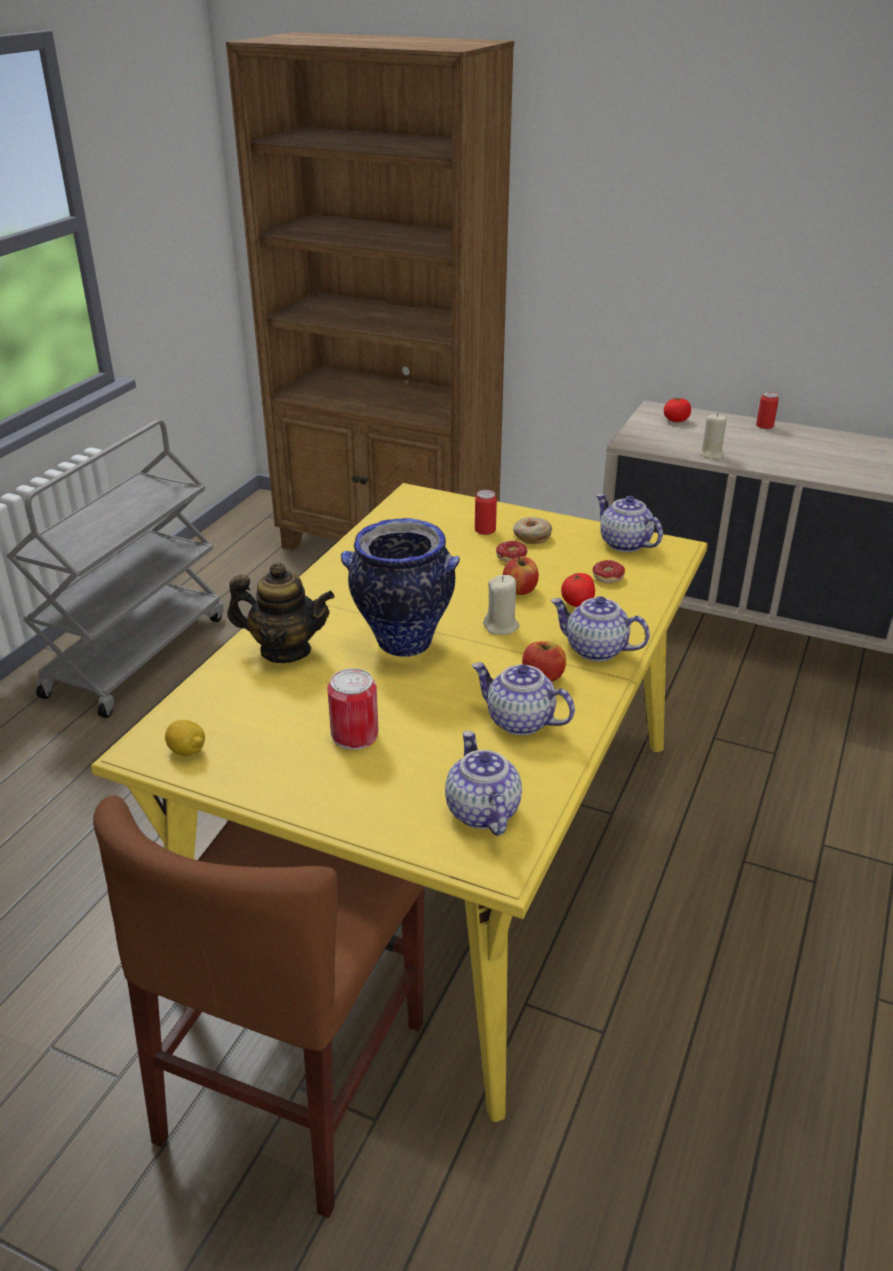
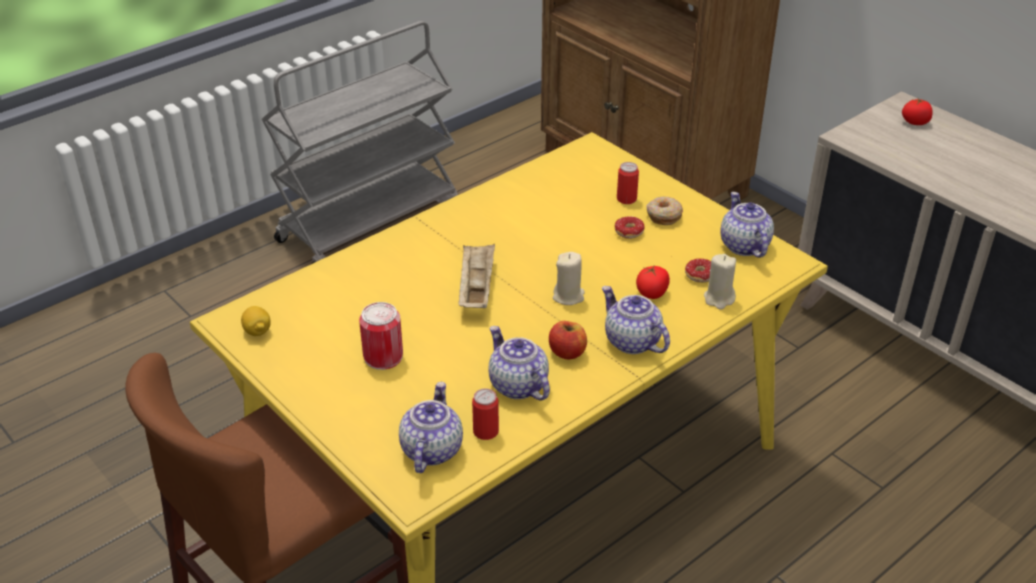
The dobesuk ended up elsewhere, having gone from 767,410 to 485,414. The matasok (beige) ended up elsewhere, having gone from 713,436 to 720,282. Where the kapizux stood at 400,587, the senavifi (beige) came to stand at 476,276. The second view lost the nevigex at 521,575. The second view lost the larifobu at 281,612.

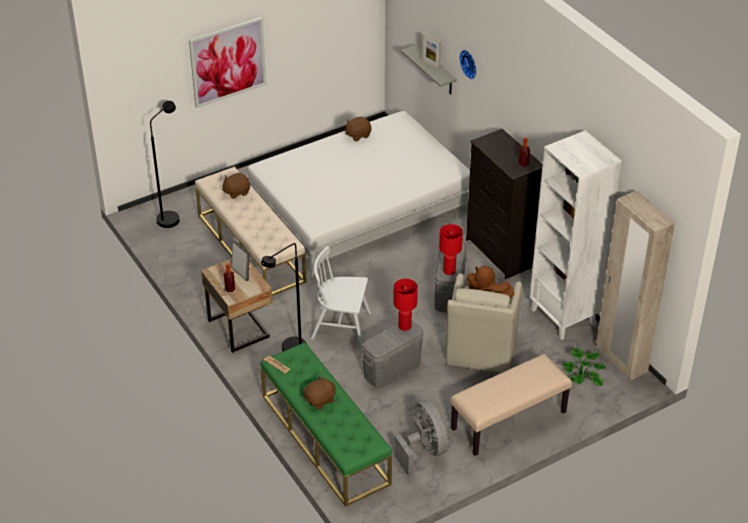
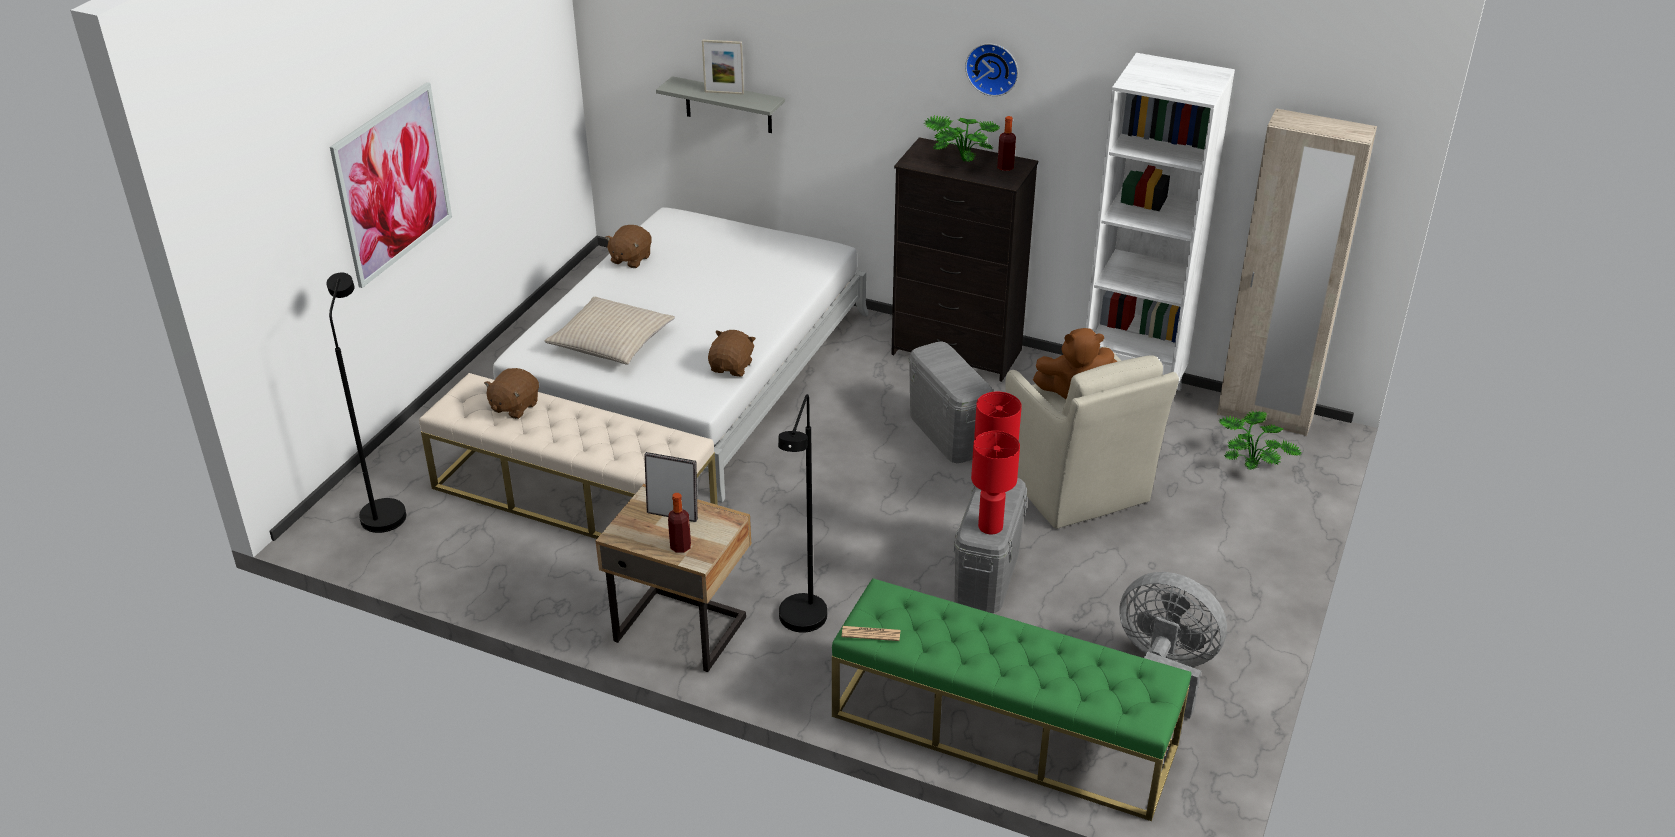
The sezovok ended up elsewhere, having gone from 468,64 to 991,69. The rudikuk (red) ended up elsewhere, having gone from 451,249 to 995,482. The second view lost the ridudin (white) at 341,296. The second view lost the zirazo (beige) at 511,405. The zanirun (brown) ended up elsewhere, having gone from 320,392 to 732,353. The second view gained the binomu at 962,138. The second view gained the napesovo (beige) at 609,331.

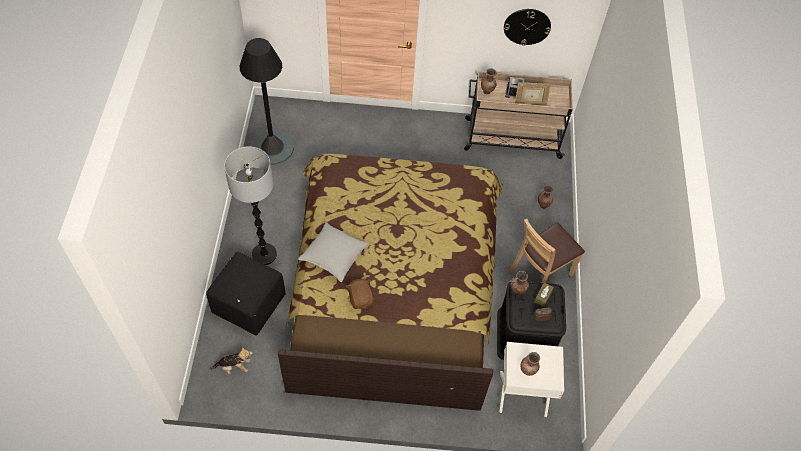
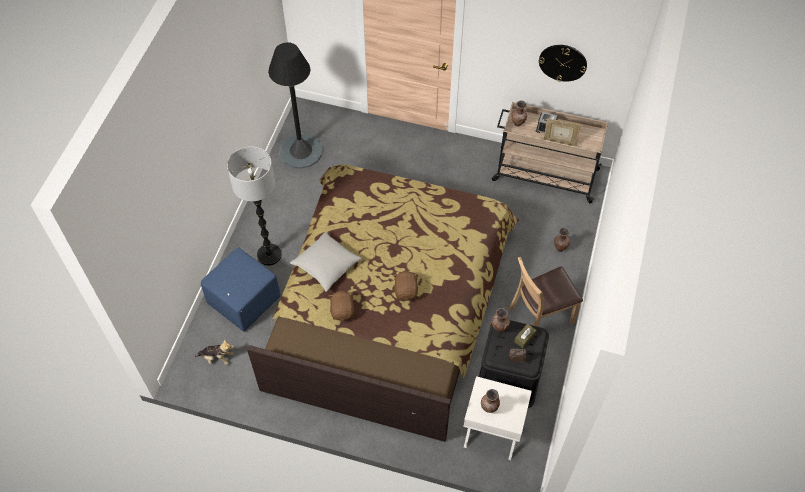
What was the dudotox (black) at 246,294 turned into the dudotox (blue) at 241,290. The second view gained the zanirun (brown) at 406,286.

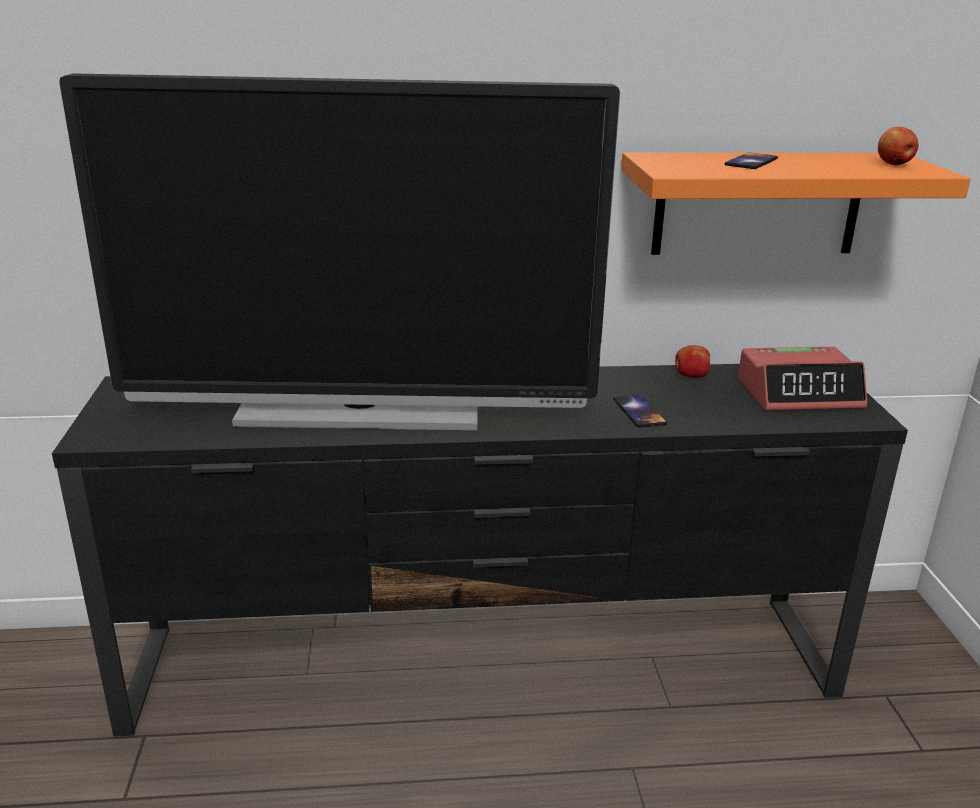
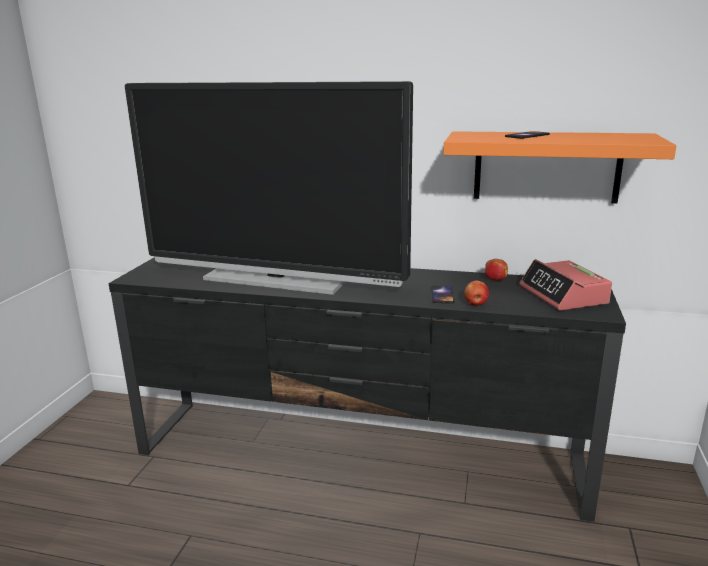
The nevigex ended up elsewhere, having gone from 898,146 to 476,293. The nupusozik at 802,379 ended up facing another way, 60 degrees clockwise from before.

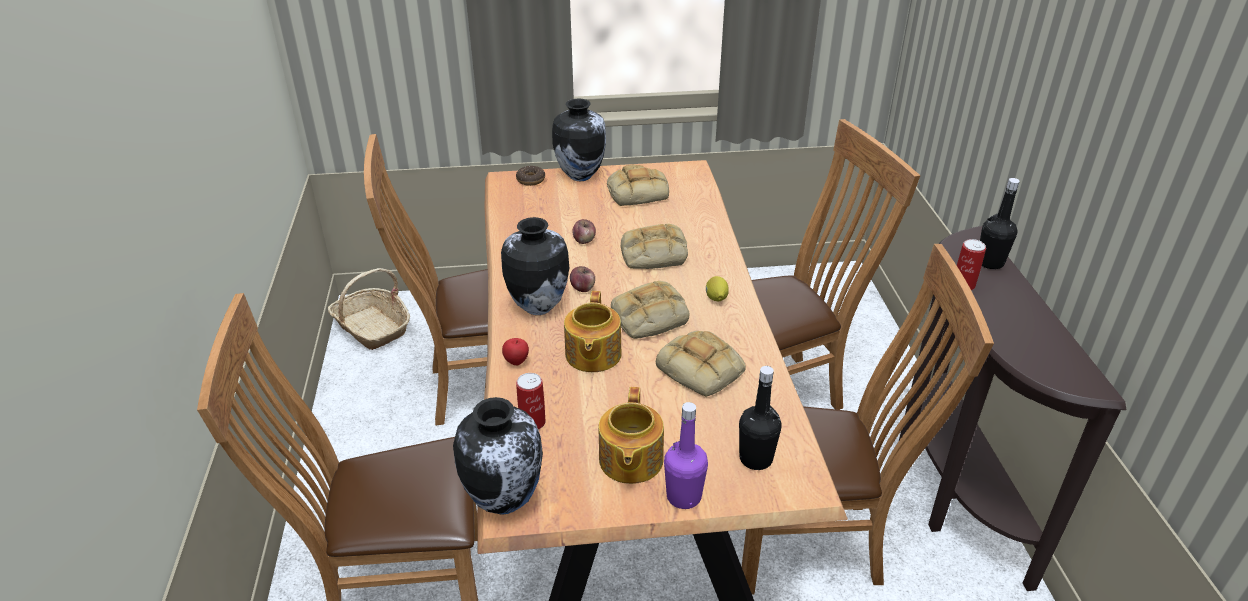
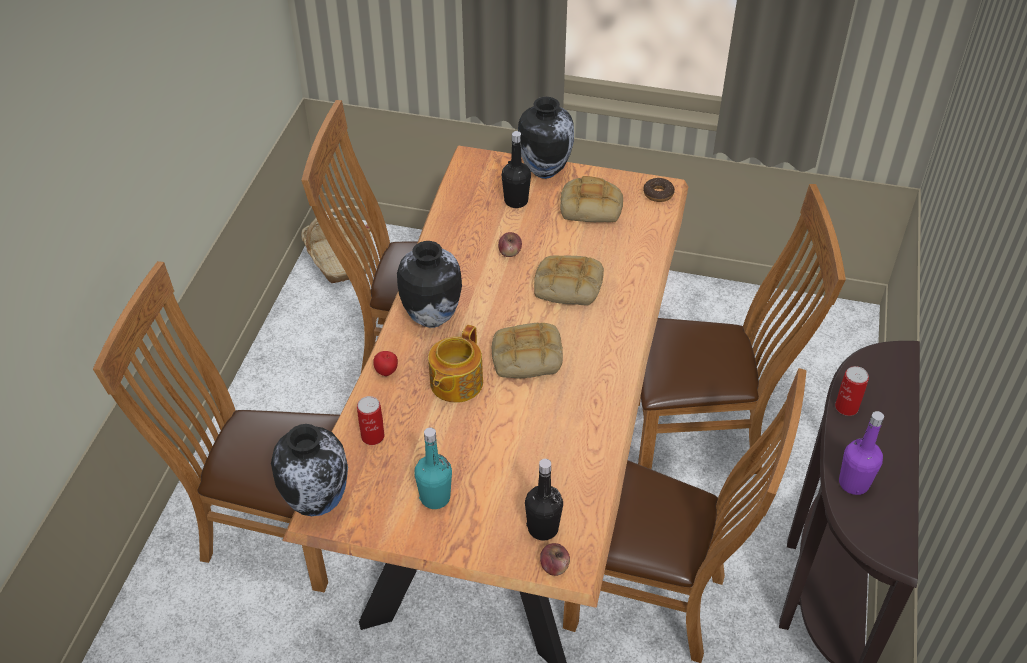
The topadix ended up elsewhere, having gone from 530,176 to 659,190. The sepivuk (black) ended up elsewhere, having gone from 1000,223 to 516,169. The nevigex ended up elsewhere, having gone from 582,279 to 555,559. The second view lost the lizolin at 717,288. The second view lost the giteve at 701,364. Where the larifobu stood at 631,435, the sepivuk (turquoise) came to stand at 433,468. The sepivuk (purple) ended up elsewhere, having gone from 686,455 to 861,453.

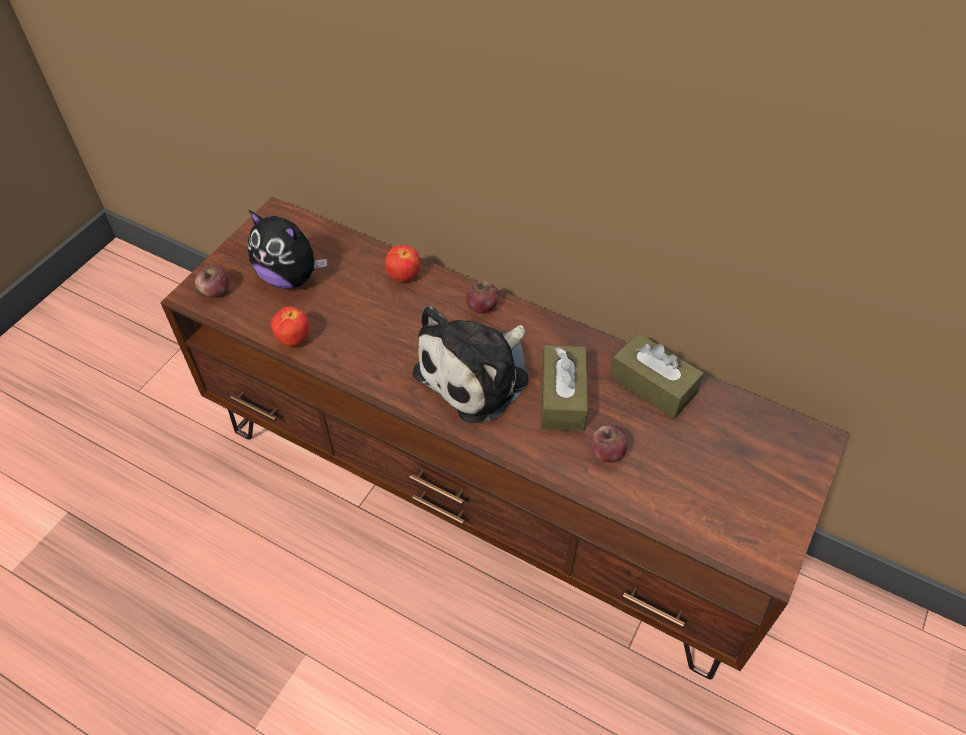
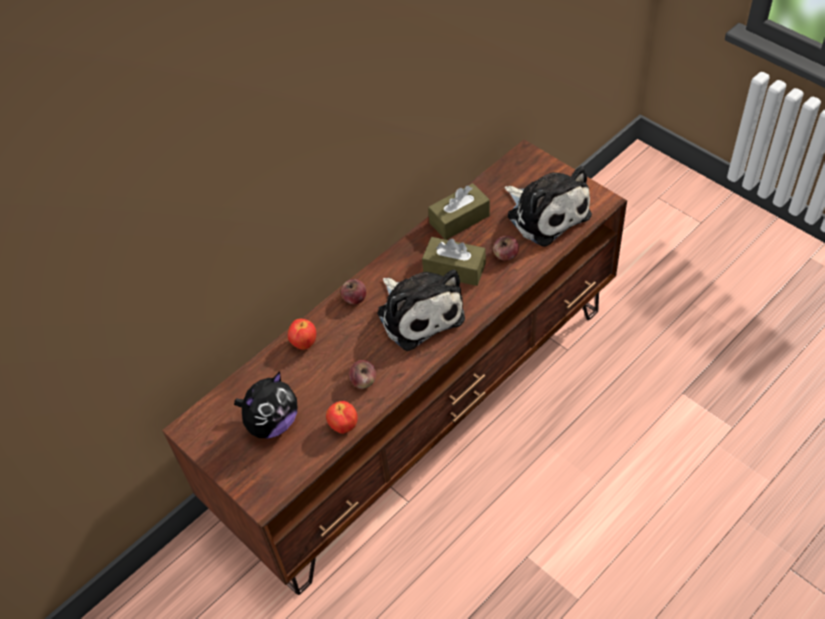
The nevigex ended up elsewhere, having gone from 212,281 to 362,374. The second view gained the zanirun at 548,206.

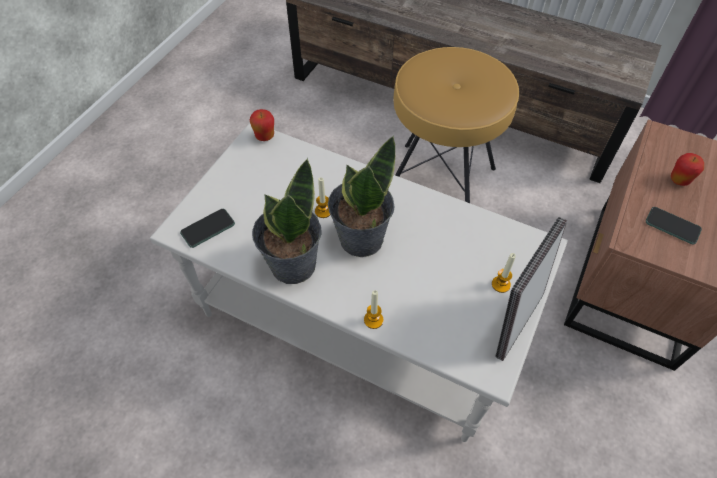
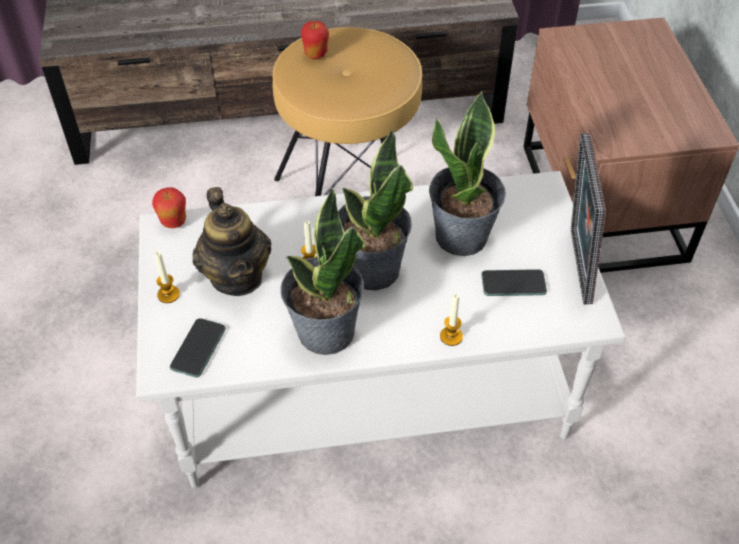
The nevigex ended up elsewhere, having gone from 687,169 to 315,40. The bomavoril ended up elsewhere, having gone from 674,226 to 514,282. The matasok ended up elsewhere, having gone from 504,273 to 167,277. The second view gained the binomu at 467,173. The second view gained the larifobu at 232,241.

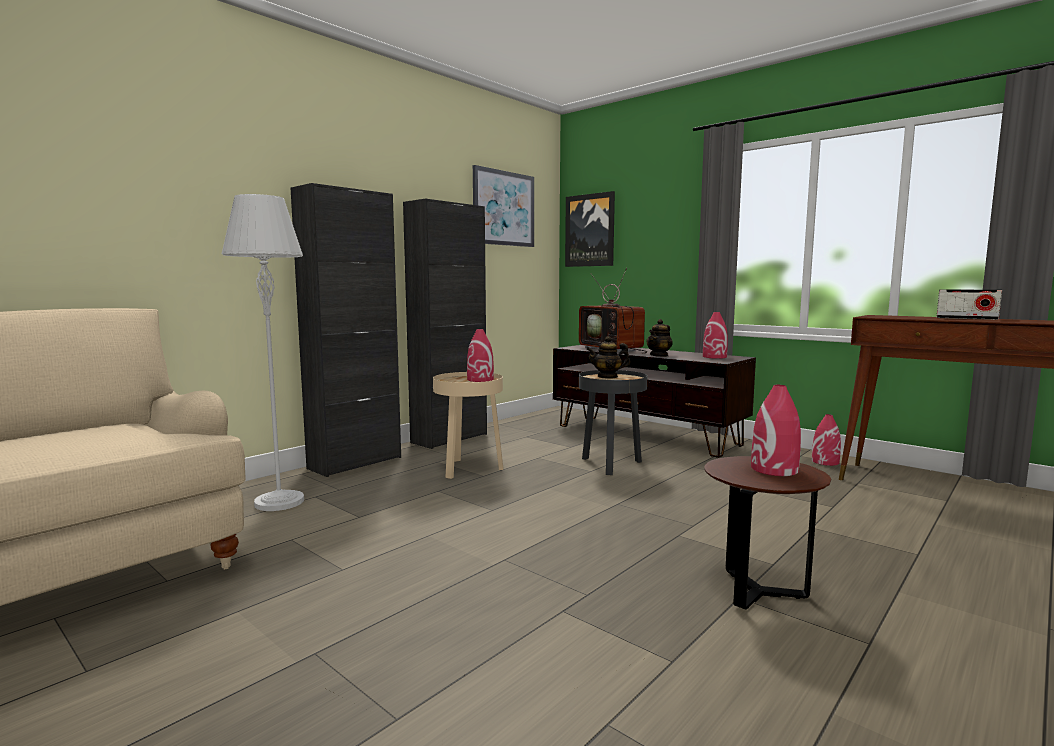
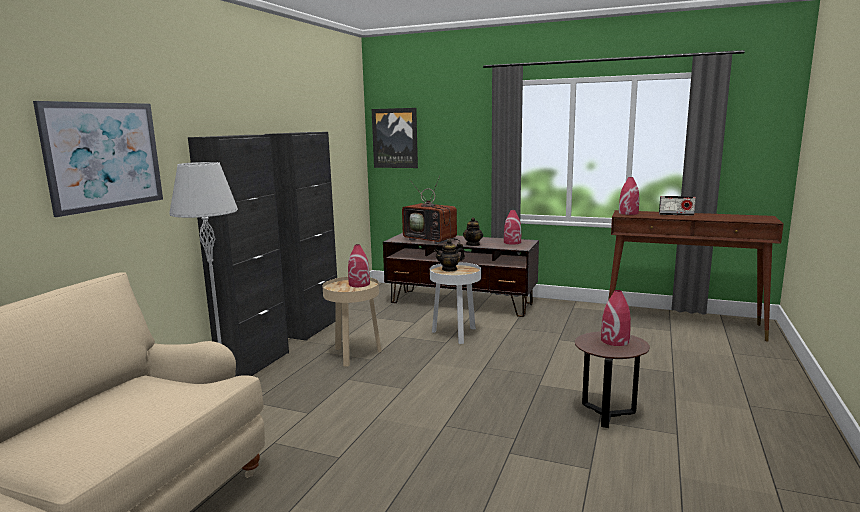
The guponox ended up elsewhere, having gone from 503,206 to 98,159. What was the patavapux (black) at 613,422 turned into the patavapux (white) at 455,303. The kapizux (red) ended up elsewhere, having gone from 826,440 to 629,196.

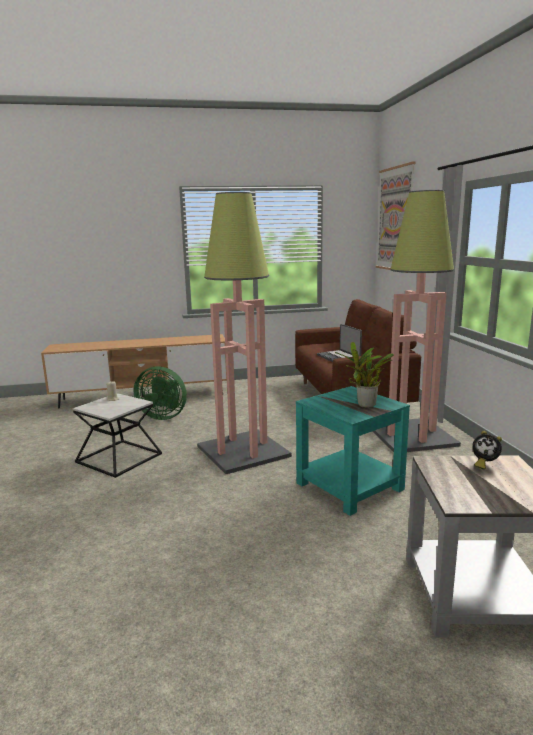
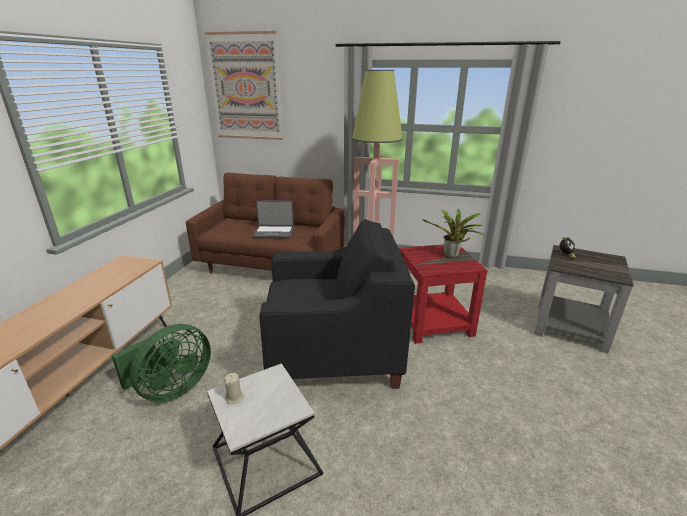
Where the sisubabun stood at 244,333, the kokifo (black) came to stand at 337,304. What was the patavapux (turquoise) at 353,451 turned into the patavapux (red) at 443,294.

